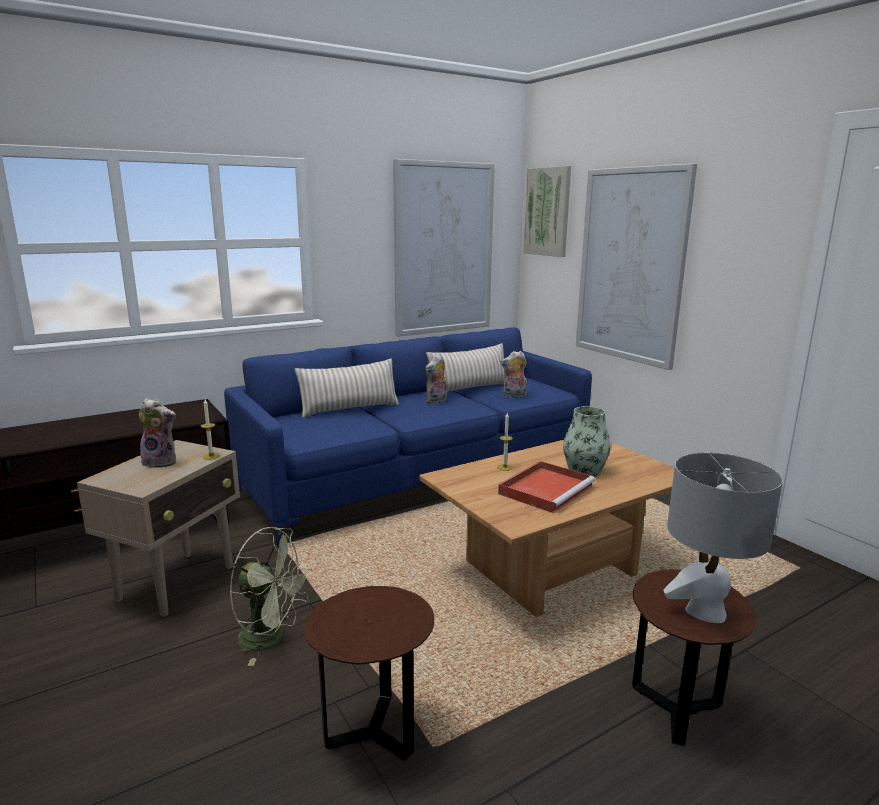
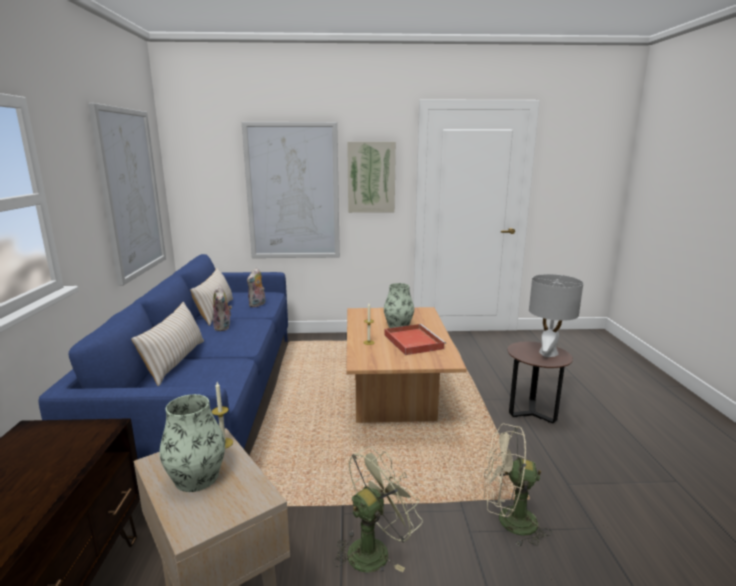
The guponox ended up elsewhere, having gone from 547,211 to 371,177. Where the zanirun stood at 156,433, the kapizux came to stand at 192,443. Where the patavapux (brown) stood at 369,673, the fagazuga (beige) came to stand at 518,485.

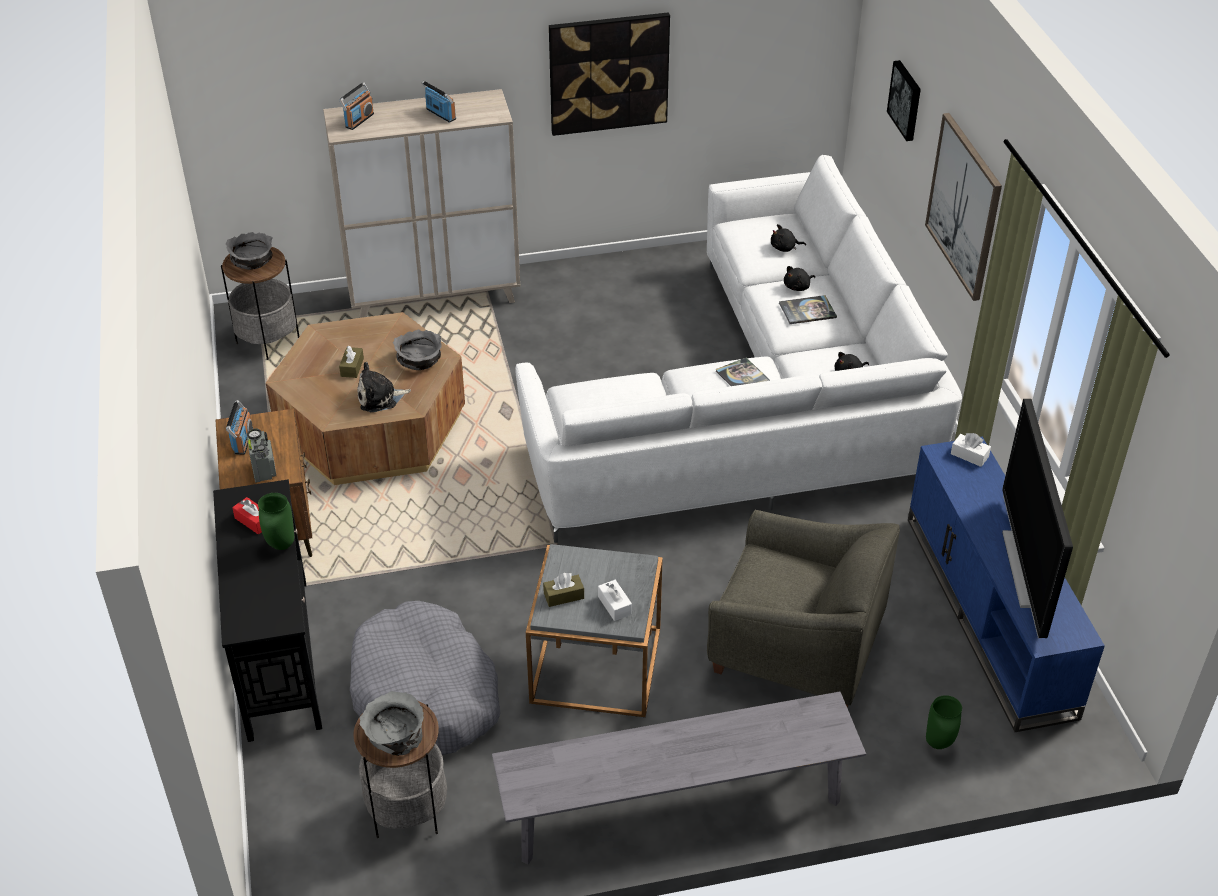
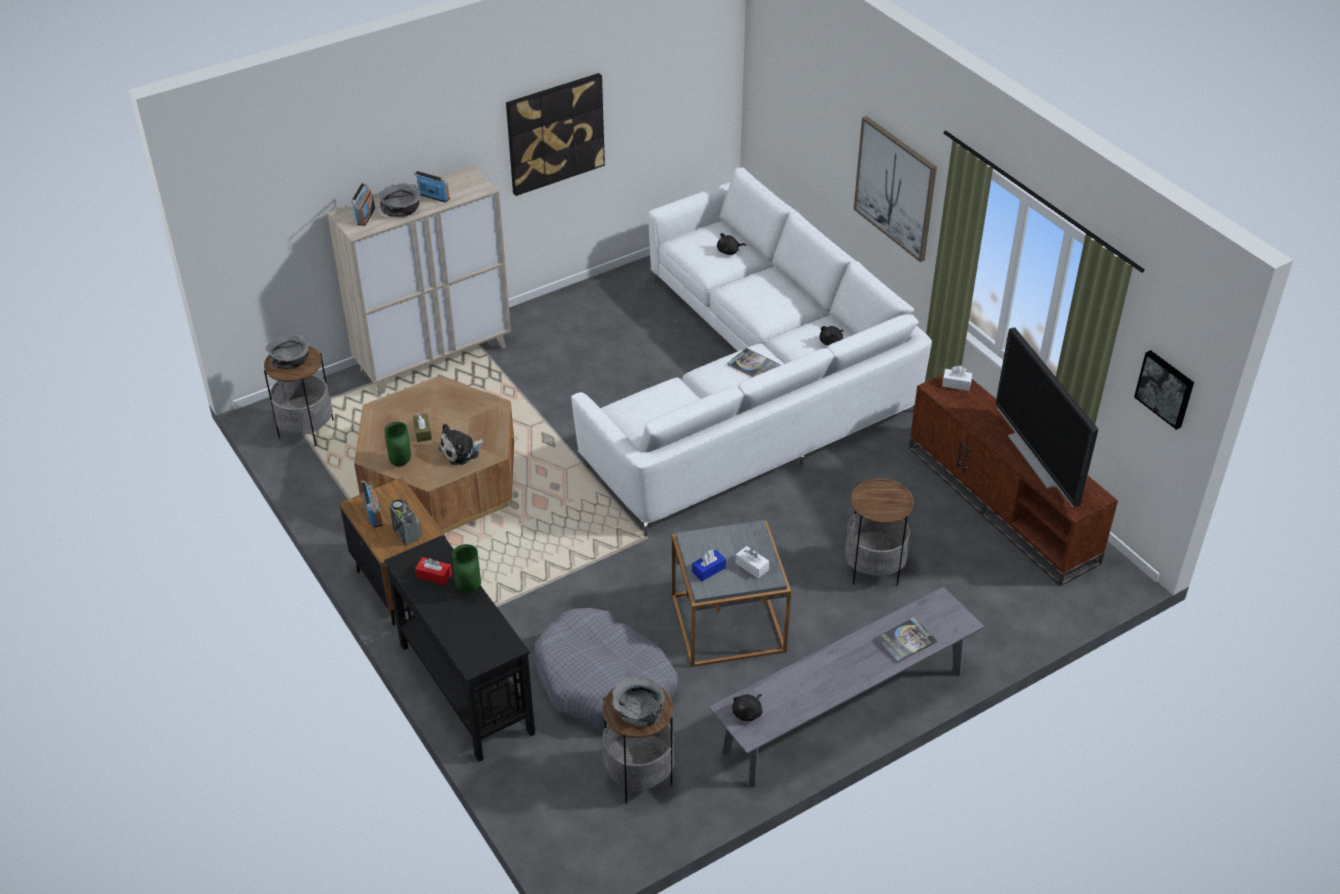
The guponox ended up elsewhere, having gone from 904,100 to 1164,390. The zanirun (black) ended up elsewhere, having gone from 799,278 to 747,707. The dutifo ended up elsewhere, having gone from 808,309 to 905,640. The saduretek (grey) ended up elsewhere, having gone from 417,349 to 399,200. What was the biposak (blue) at 1006,584 turned into the biposak (brown) at 1013,480. Where the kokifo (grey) stood at 803,609, the patavapux came to stand at 879,532. What was the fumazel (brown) at 563,590 turned into the fumazel (blue) at 709,565. The kapizux (green) ended up elsewhere, having gone from 944,722 to 397,444.

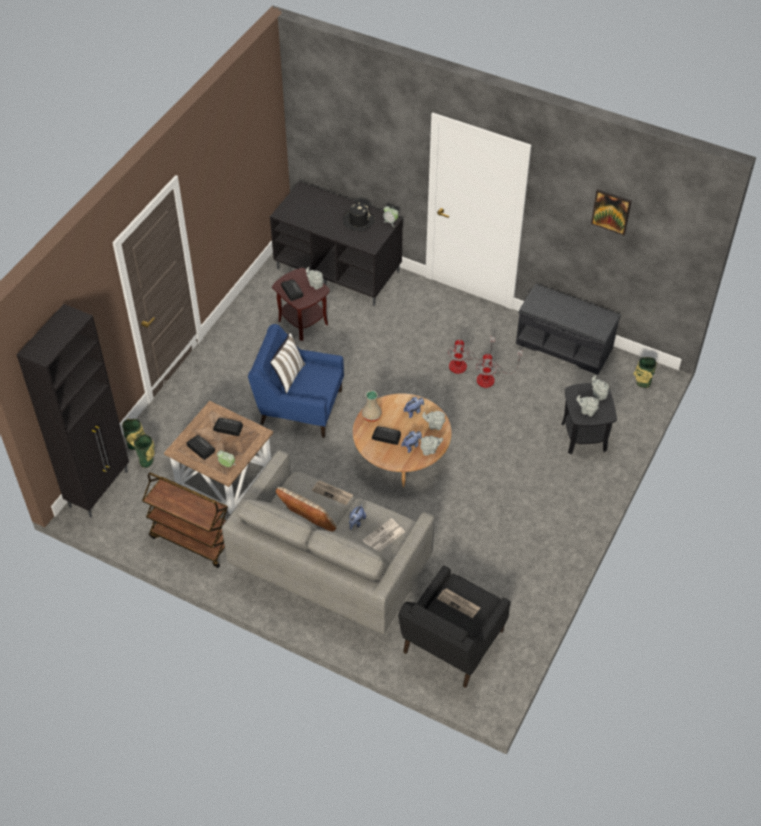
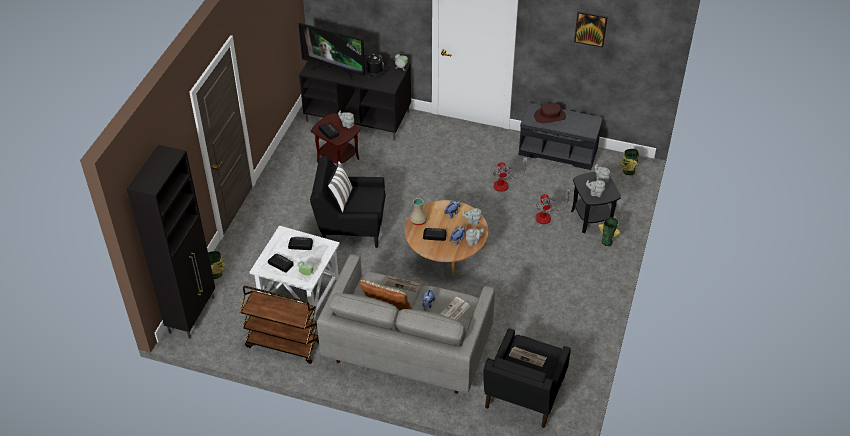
What was the kokifo (blue) at 296,381 turned into the kokifo (black) at 348,202. The fagazuga ended up elsewhere, having gone from 471,355 to 552,206. What was the patavapux (brown) at 218,458 turned into the patavapux (white) at 295,273. The kapizux ended up elsewhere, having gone from 142,451 to 609,231. The second view gained the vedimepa at 332,52. The second view gained the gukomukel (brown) at 550,113.

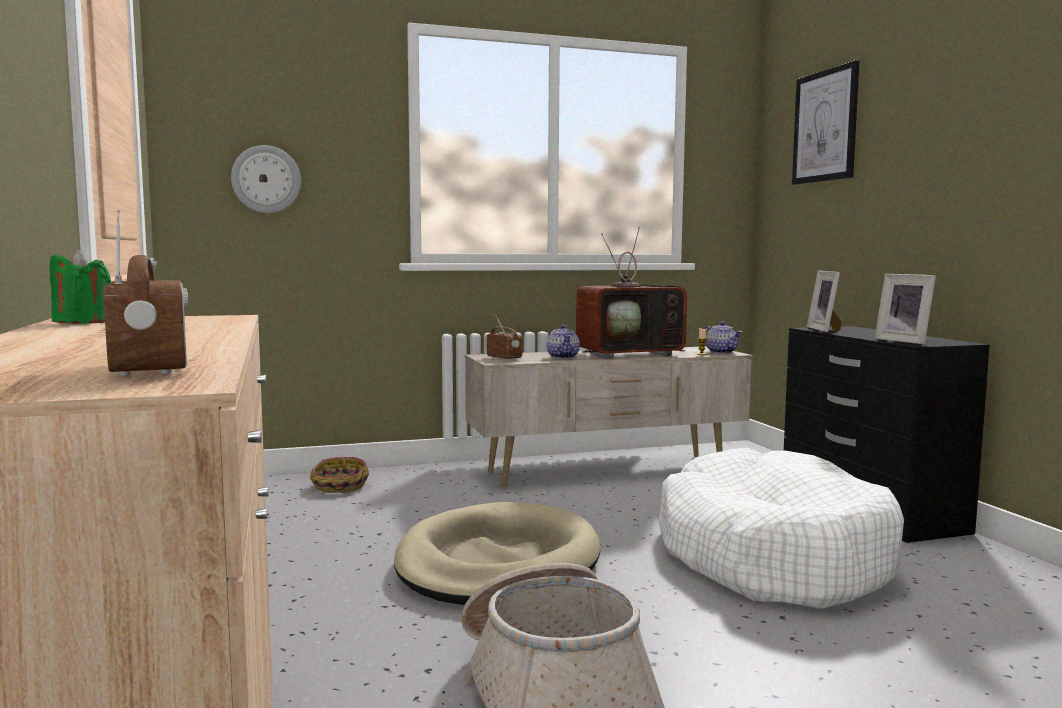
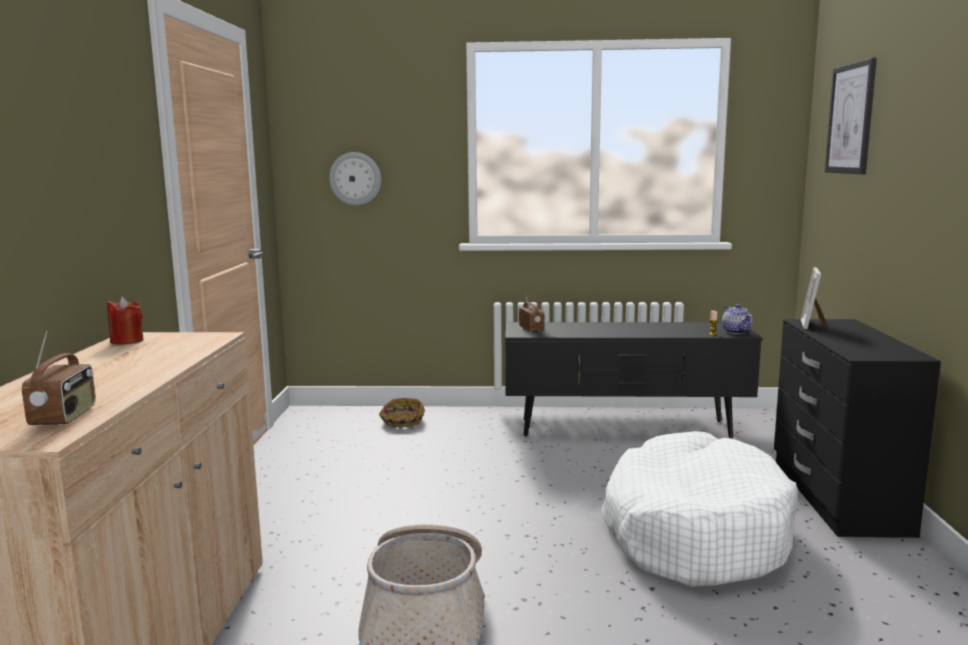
The second view lost the vedimepa at 631,293. What was the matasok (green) at 80,286 turned into the matasok (red) at 125,321. The second view lost the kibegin at 905,309. The second view lost the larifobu at 563,342. What was the biposak (beige) at 609,416 turned into the biposak (black) at 633,380. The second view lost the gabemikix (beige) at 497,553.

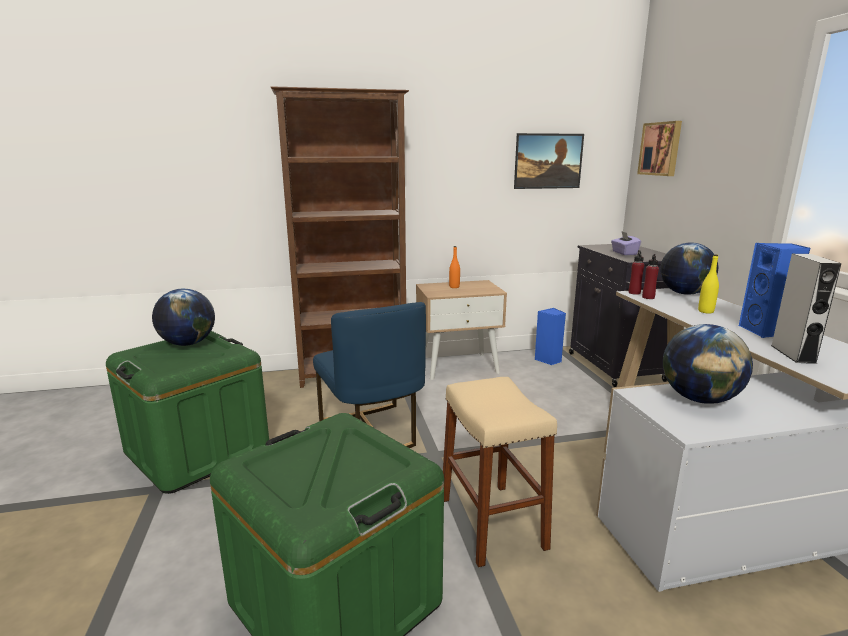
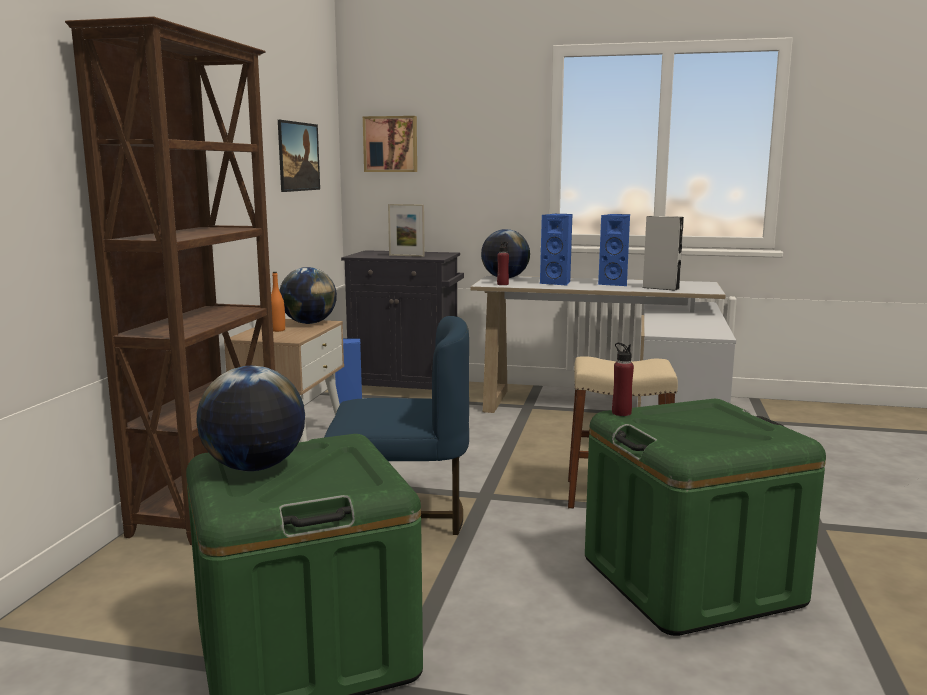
Where the fumazel (purple) stood at 626,243, the kibegin came to stand at 406,230. The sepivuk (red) ended up elsewhere, having gone from 636,272 to 623,379. Where the sepivuk (yellow) stood at 708,284, the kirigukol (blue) came to stand at 556,249. The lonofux ended up elsewhere, having gone from 708,364 to 308,295.

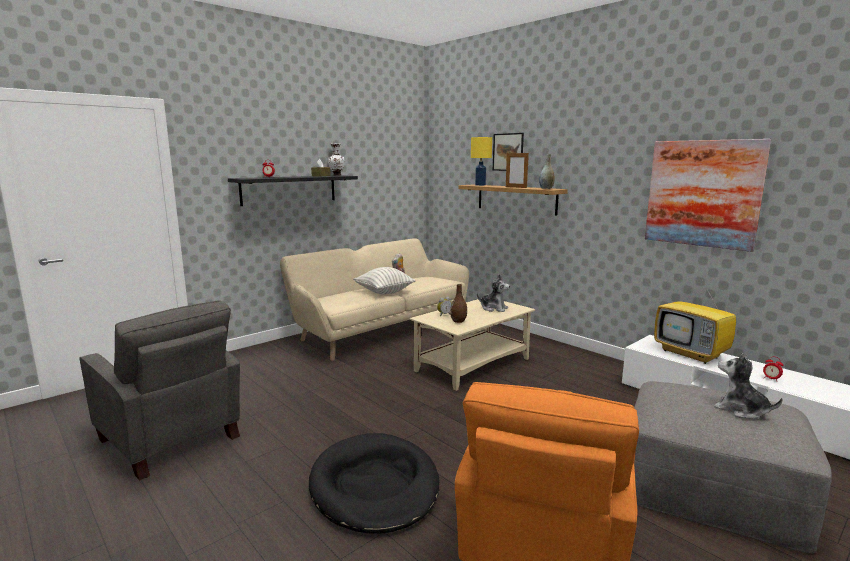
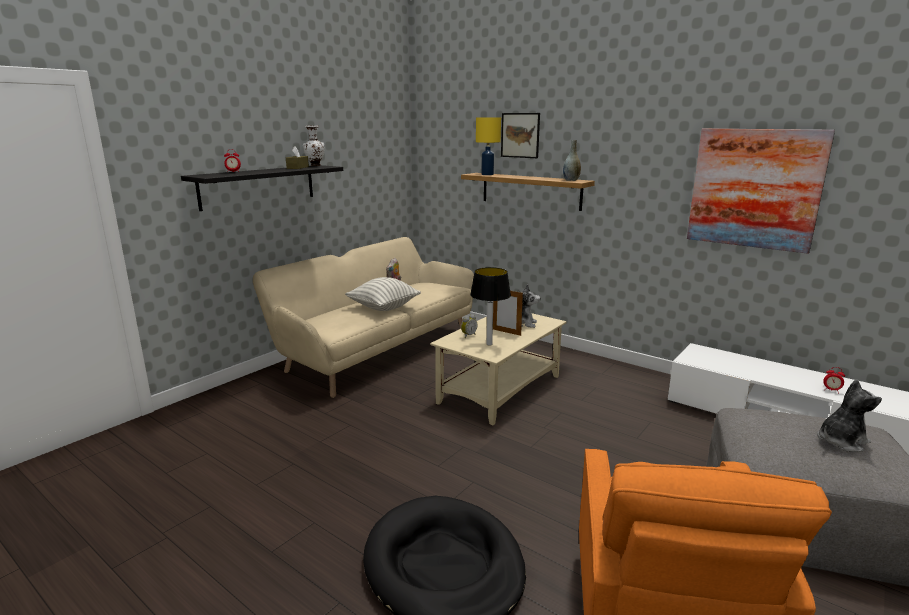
The kibegin ended up elsewhere, having gone from 517,170 to 508,313. The second view lost the vedimepa at 695,321. Where the kapizux (brown) stood at 458,303, the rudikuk came to stand at 490,306. The second view lost the kokifo (grey) at 159,390. The zanirun at 748,386 ended up facing another way, 120 degrees clockwise from before.

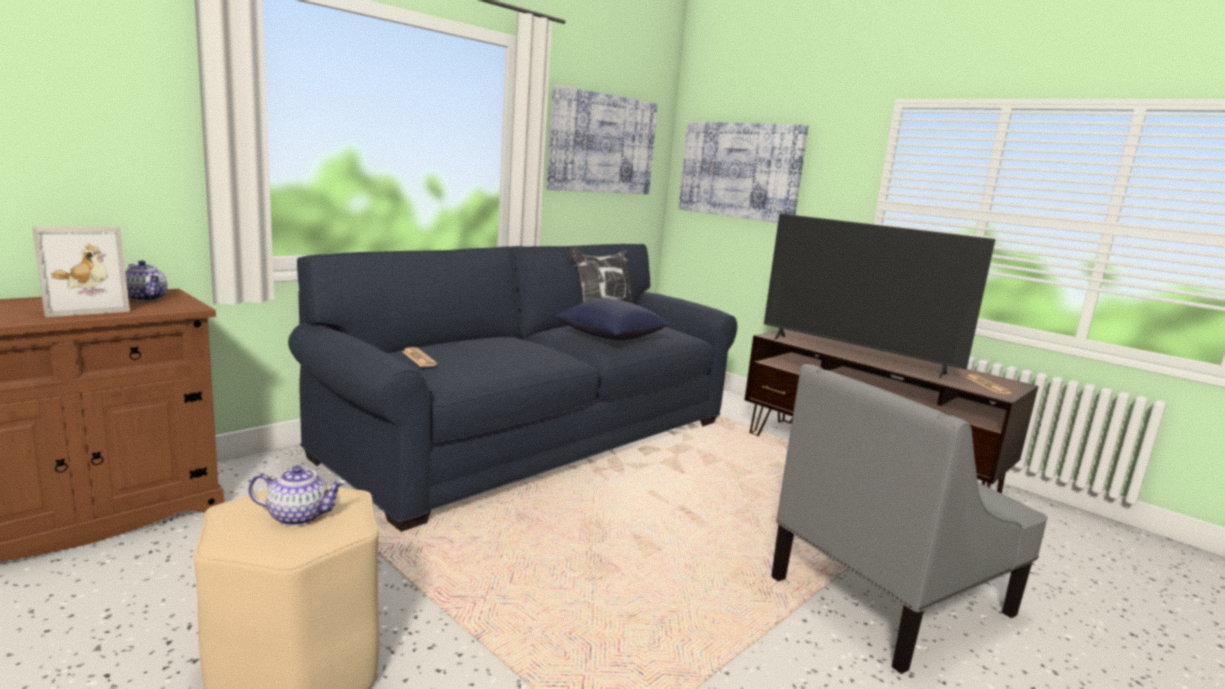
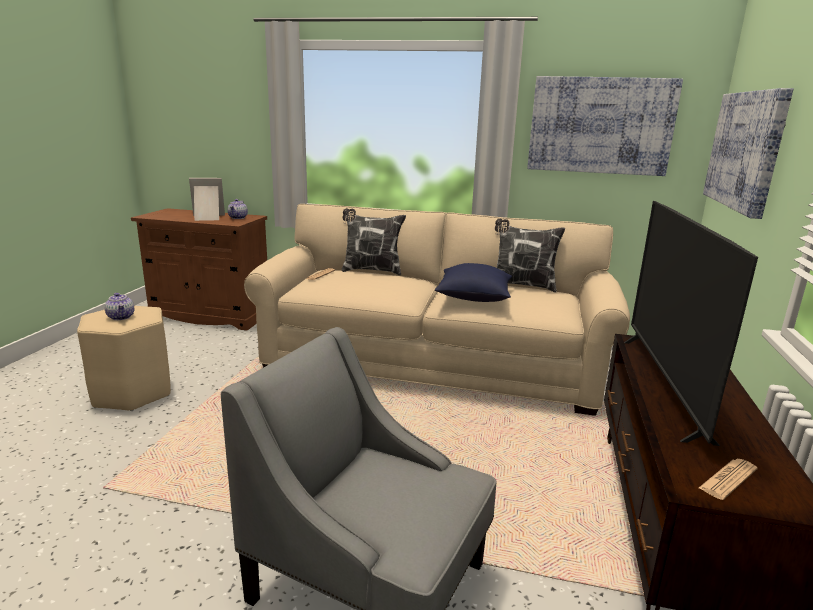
The kibegin at 81,271 ended up facing another way, 150 degrees clockwise from before. What was the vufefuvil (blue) at 512,388 turned into the vufefuvil (beige) at 437,310. The second view gained the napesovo at 374,241.

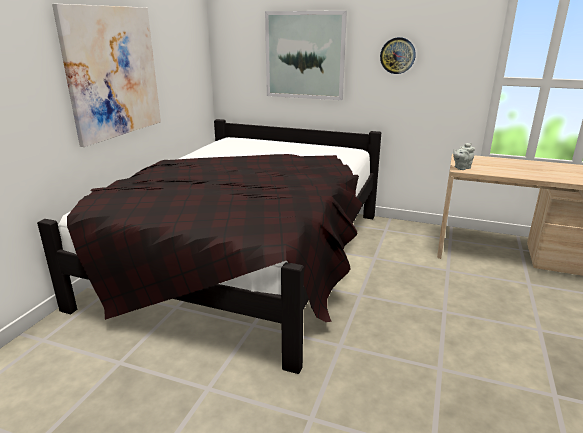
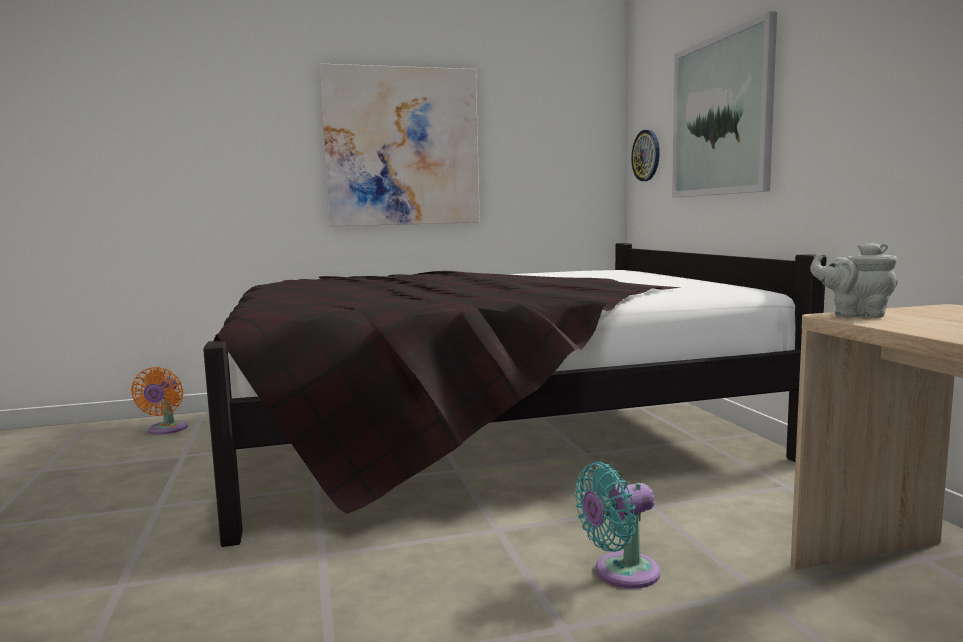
The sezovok ended up elsewhere, having gone from 398,55 to 645,155. The second view gained the fagazuga (orange) at 159,400. The second view gained the fagazuga (turquoise) at 617,525.

